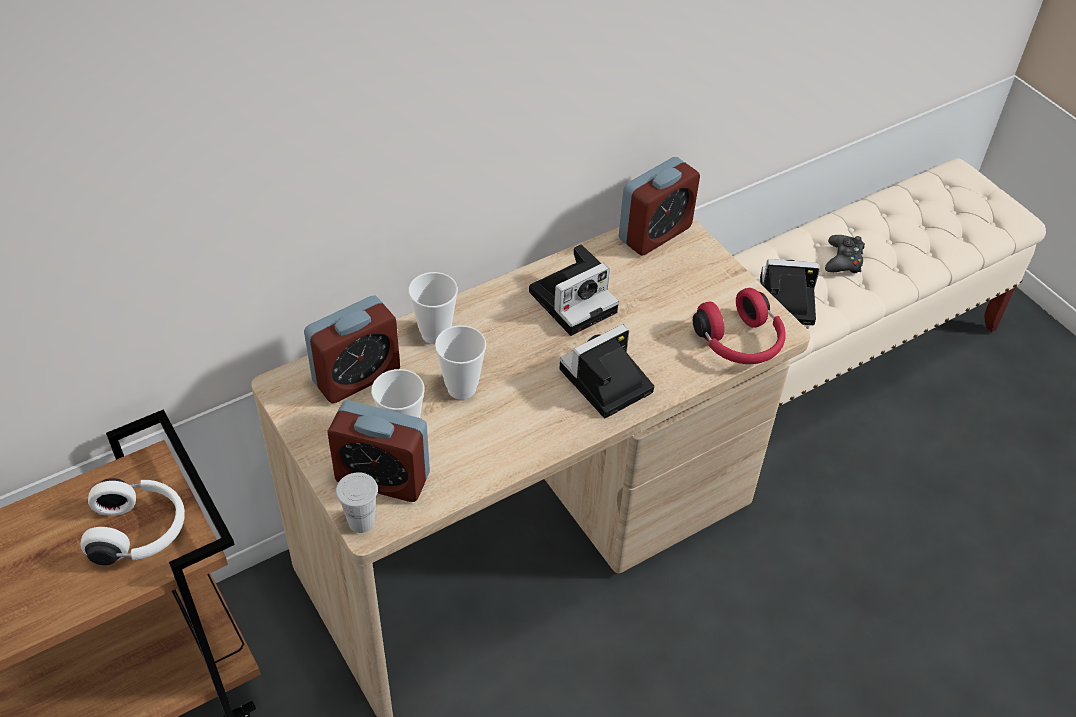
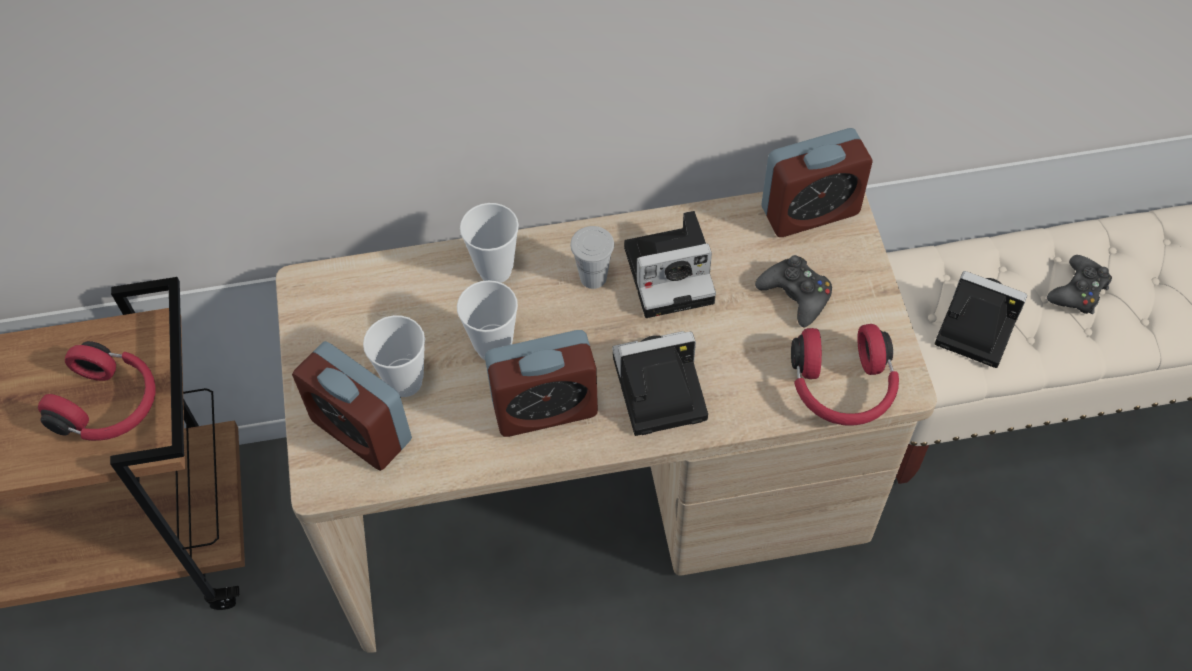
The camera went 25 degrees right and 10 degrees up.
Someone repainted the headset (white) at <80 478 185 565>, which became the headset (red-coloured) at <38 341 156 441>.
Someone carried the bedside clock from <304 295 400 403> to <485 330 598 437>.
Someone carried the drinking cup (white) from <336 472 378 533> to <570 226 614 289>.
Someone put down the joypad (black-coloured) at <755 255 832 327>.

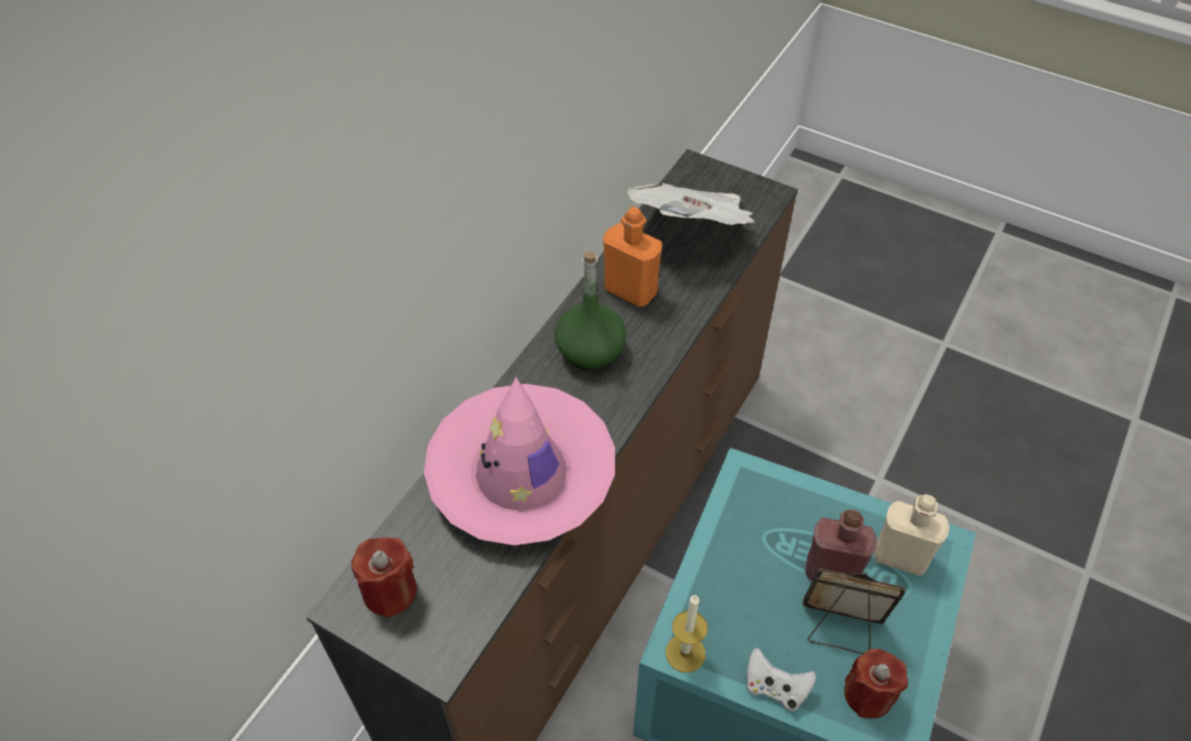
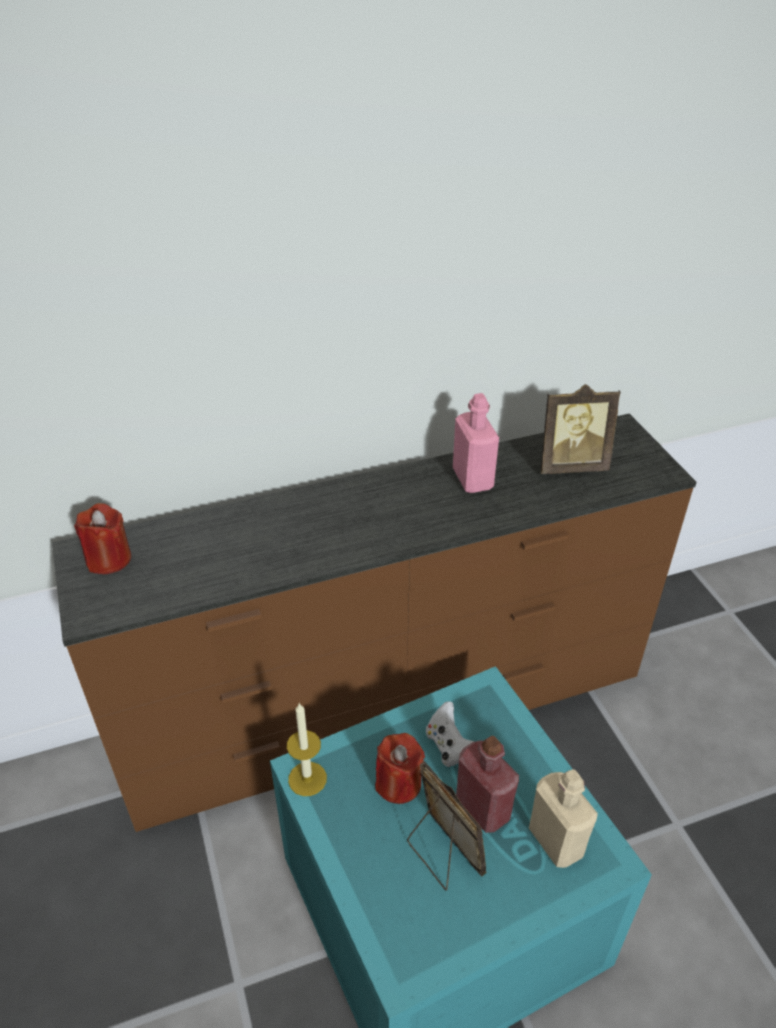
The camera went 40 degrees right and 10 degrees down.
Someone took away the wearable hat (pinkish) at <424 377 615 545>.
Someone took away the drink bottle (green) at <554 252 626 371>.
Someone repainted the drink bottle (orange-coloured) at <603 207 662 307>, which became the drink bottle (pinkish) at <453 393 499 493>.
Someone swapped the newspaper at <627 183 755 225> for the picture frame at <540 384 621 474>.
Someone carried the joypad (white) from <746 647 816 711> to <426 701 475 767>.
Someone carried the wax candle (red-coloured) from <844 649 908 719> to <375 733 425 804>.

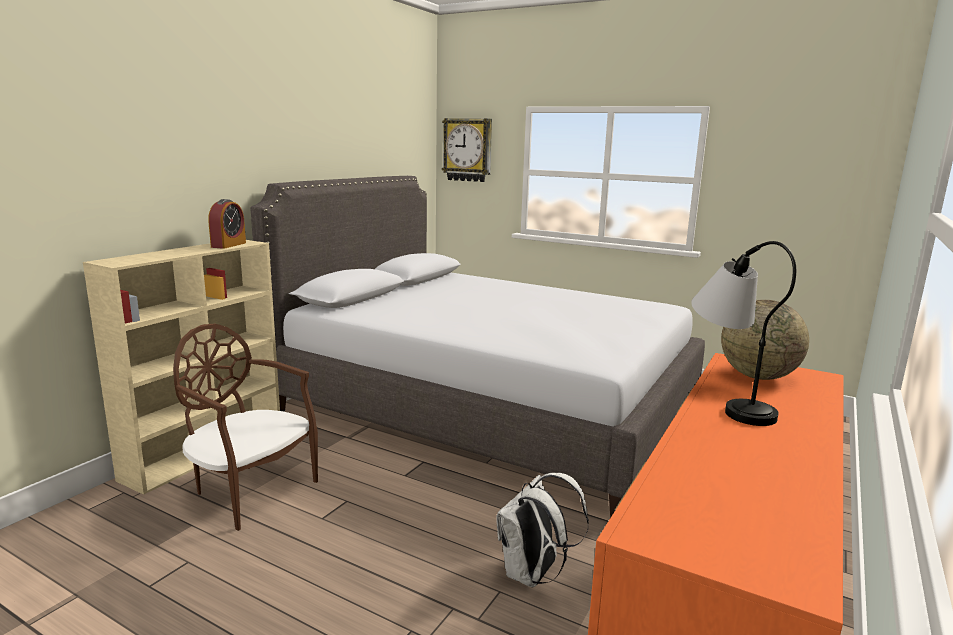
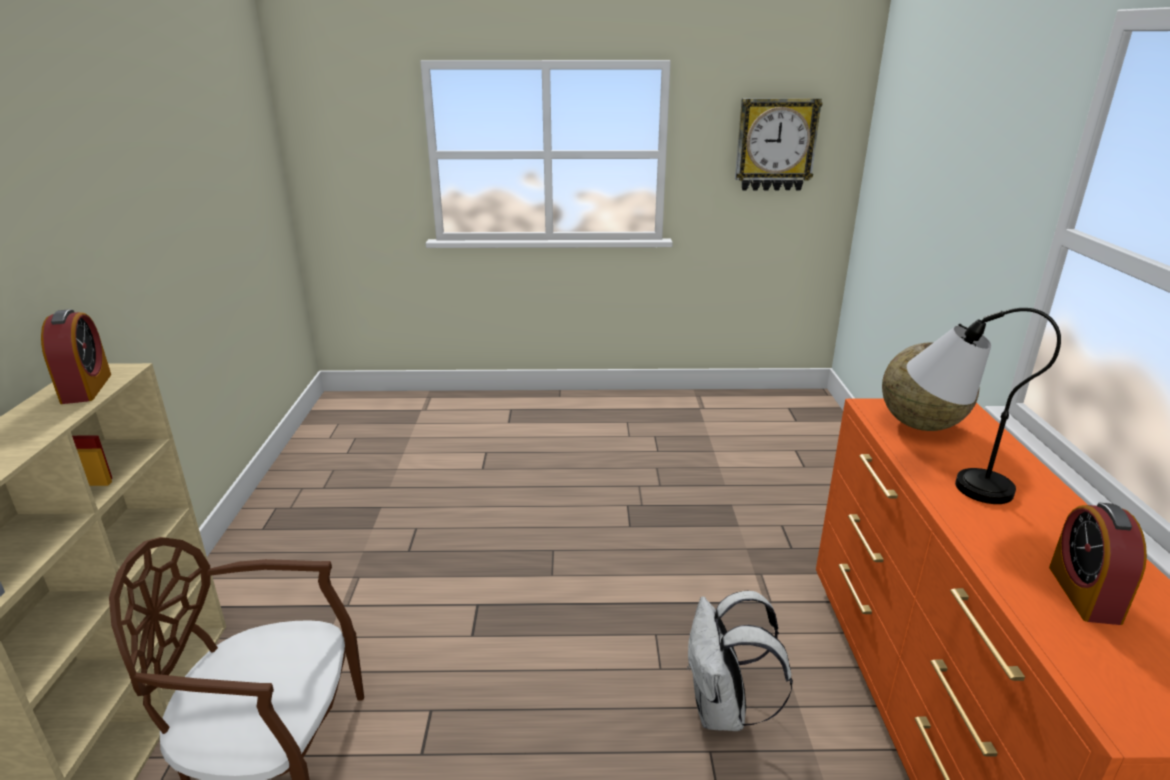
The camera went 30 degrees left and 10 degrees up.
Someone took away the bed (grey) at <250 176 705 518>.
Someone carried the wall clock from <442 118 492 182> to <735 98 823 191>.
Someone put down the bedside clock at <1049 503 1147 625>.

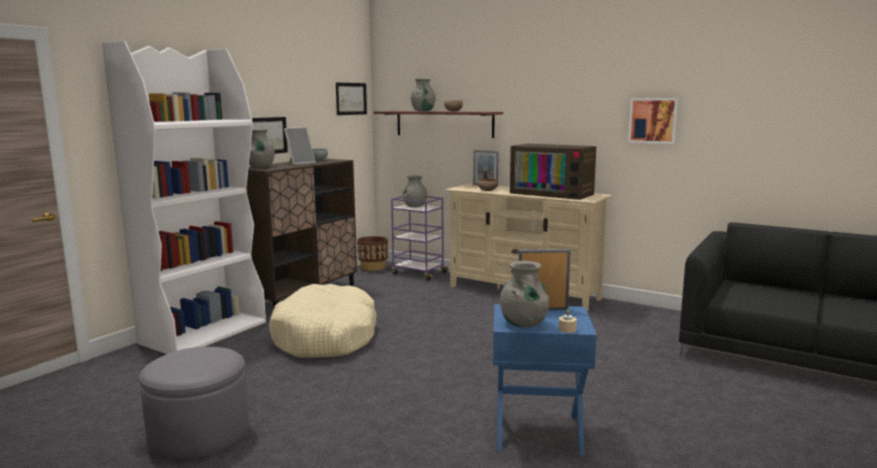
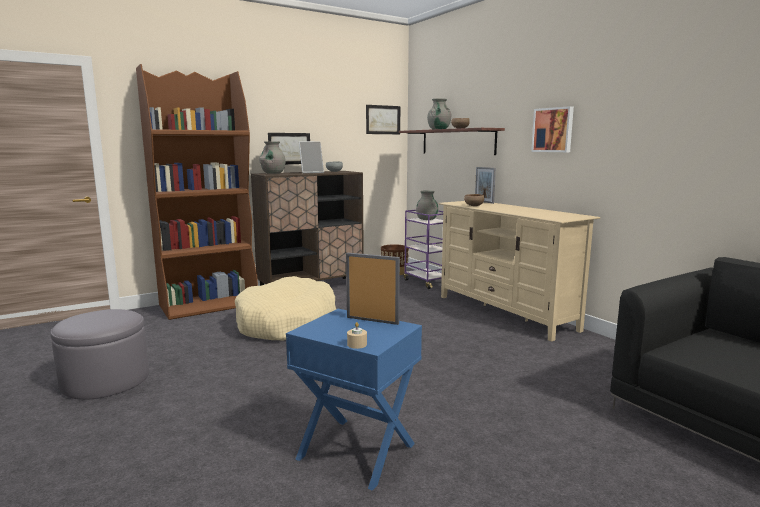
The camera went 25 degrees right and 0 degrees up.
Someone repainted the bookshelf (white) at <102 41 266 354>, which became the bookshelf (brownish) at <136 64 258 320>.
Someone took away the decorative vase (grey) at <500 261 549 327>.
Someone took away the TV at <510 144 596 200>.
Someone carried the wall art from <628 98 678 144> to <531 106 574 152>.

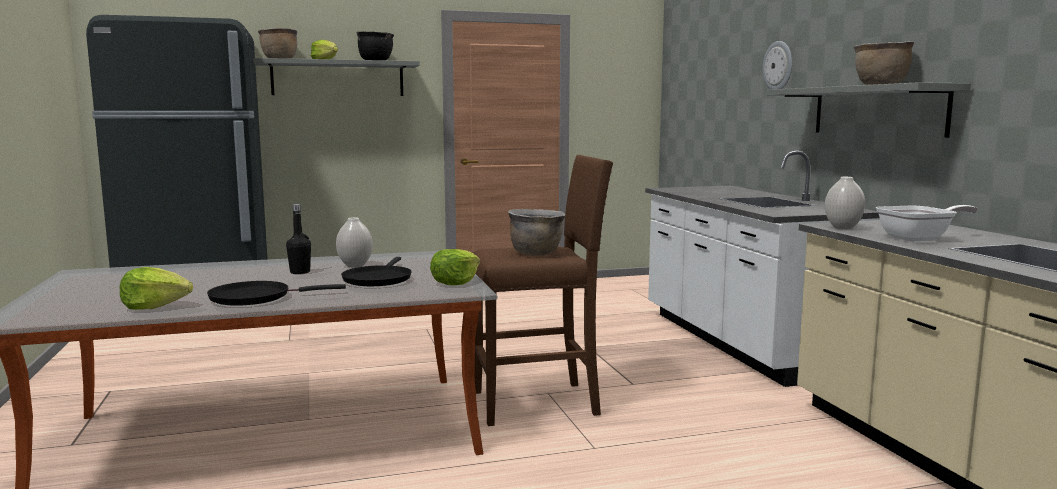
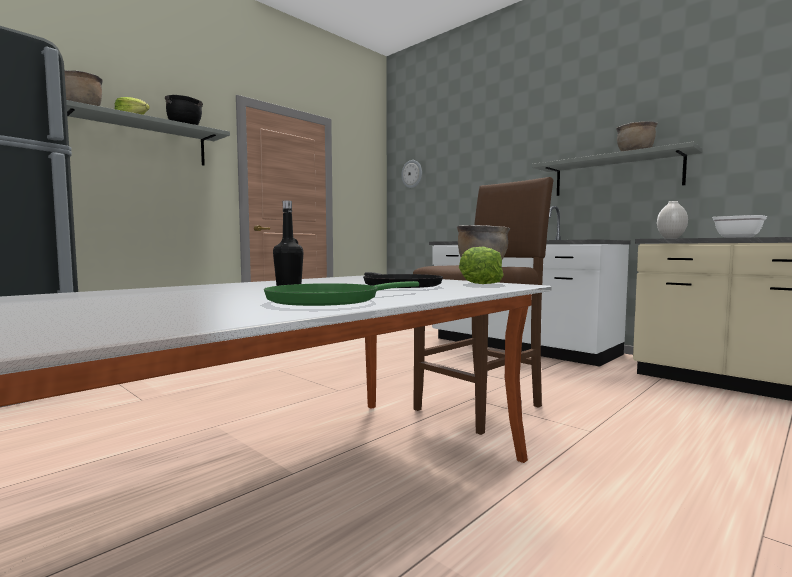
The camera went 30 degrees left and 5 degrees down.
Someone took away the lettuce head at <120 267 193 310>.
Someone repainted the pan (black-coloured) at <207 281 346 306>, which became the pan (green) at <264 281 419 306>.
Someone took away the decorative vase (white) at <336 217 373 268>.
Someone carried the wall clock from <763 41 792 90> to <401 160 422 188>.

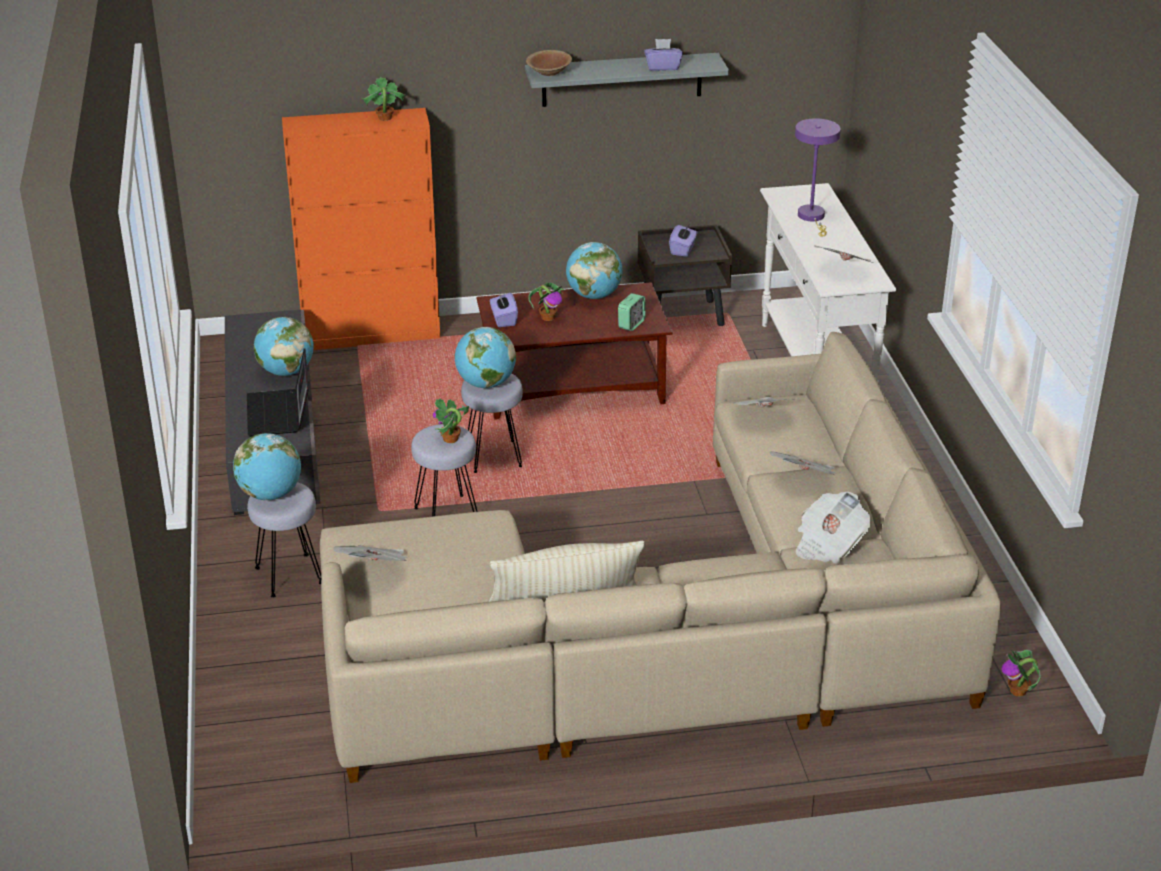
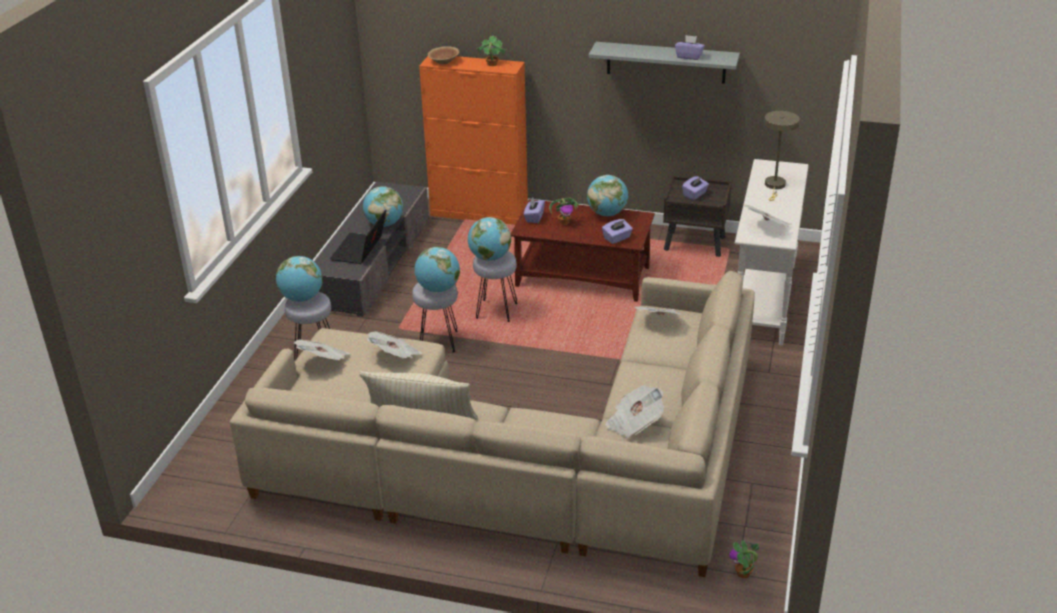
The camera went 25 degrees right and 0 degrees up.
Someone swapped the potted plant at <433 398 469 443> for the world globe at <414 247 460 292>.
Someone carried the bowl (brownish) from <526 50 572 76> to <428 46 459 64>.
Someone swapped the bedside clock at <618 293 646 331> for the tissue box (purplish) at <602 219 633 244>.
Someone carried the newspaper from <769 451 836 475> to <366 331 423 359>.
Someone repainted the tabletop lamp (purplish) at <795 118 841 237>, which became the tabletop lamp (beige) at <764 111 800 201>.

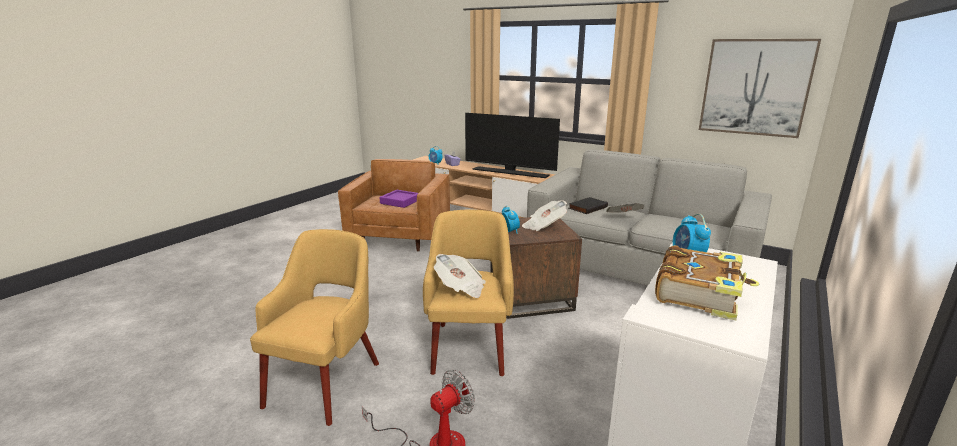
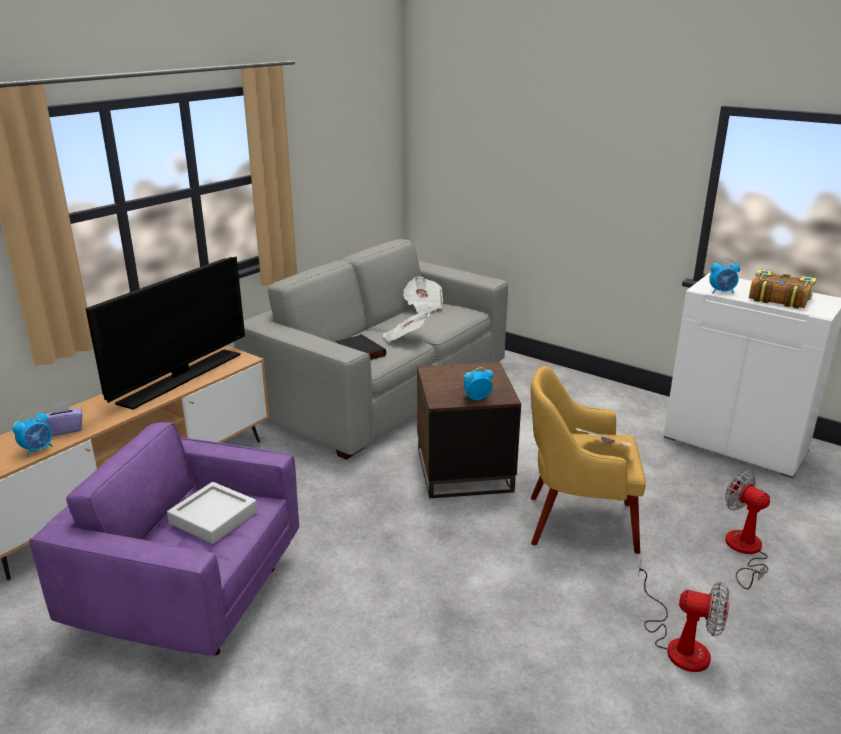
The camera went 85 degrees left and 5 degrees up.
Someone swapped the lounge chair (yellow-coloured) at <250 229 379 426> for the electric fan at <638 561 730 672>.
Someone repainted the lounge chair (brownish) at <338 159 450 252>, which became the lounge chair (purplish) at <29 422 299 656>.
Someone repainted the tray (purplish) at <379 190 418 208>, which became the tray (grey) at <167 482 257 544>.
Someone carried the newspaper from <522 200 567 231> to <403 277 443 313>.
Someone took away the wall art at <699 39 821 138>.

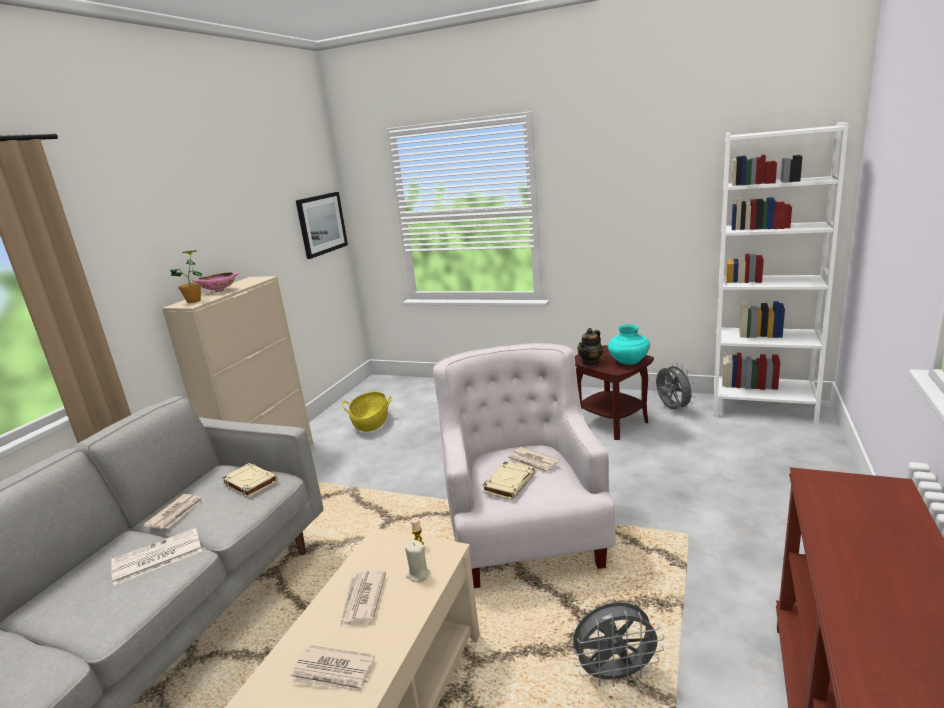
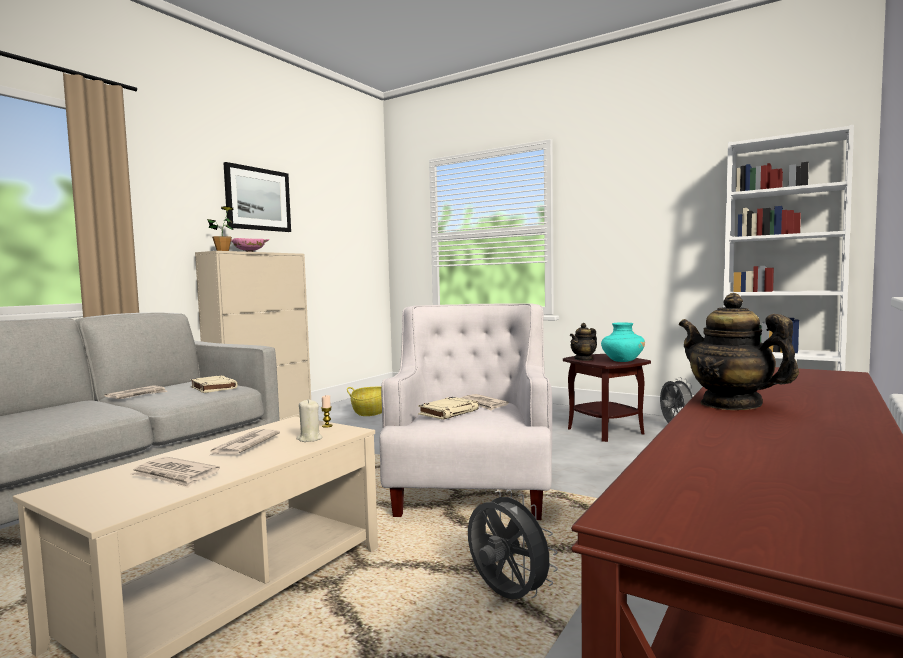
The camera went 10 degrees right and 15 degrees down.
Someone took away the newspaper at <111 528 202 585>.
Someone carried the wall art from <296 192 348 259> to <223 162 291 232>.
Someone rotated the electric fan (grey) at <573 602 664 687> by 135 degrees counterclockwise.
Someone put down the pot for tea at <679 293 799 410>.

